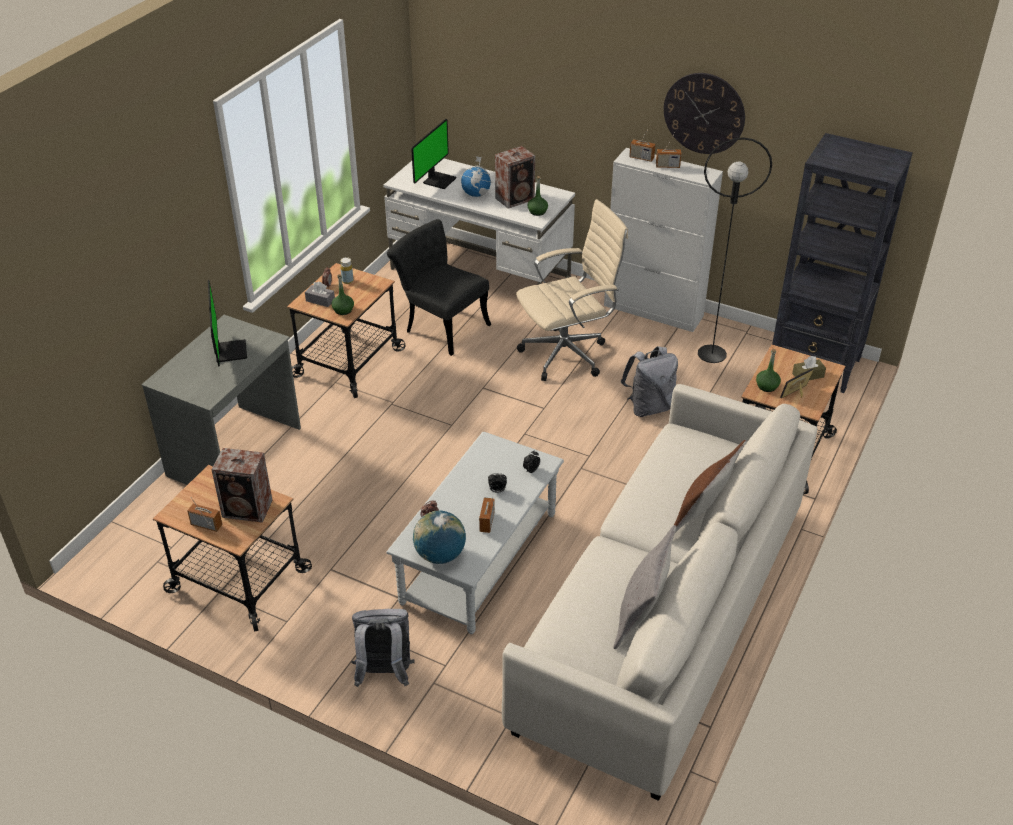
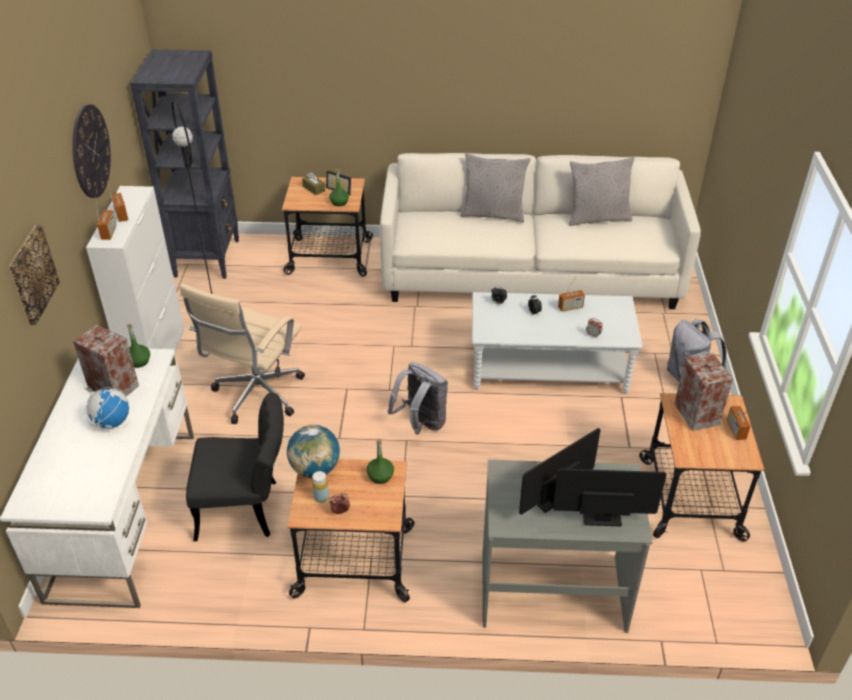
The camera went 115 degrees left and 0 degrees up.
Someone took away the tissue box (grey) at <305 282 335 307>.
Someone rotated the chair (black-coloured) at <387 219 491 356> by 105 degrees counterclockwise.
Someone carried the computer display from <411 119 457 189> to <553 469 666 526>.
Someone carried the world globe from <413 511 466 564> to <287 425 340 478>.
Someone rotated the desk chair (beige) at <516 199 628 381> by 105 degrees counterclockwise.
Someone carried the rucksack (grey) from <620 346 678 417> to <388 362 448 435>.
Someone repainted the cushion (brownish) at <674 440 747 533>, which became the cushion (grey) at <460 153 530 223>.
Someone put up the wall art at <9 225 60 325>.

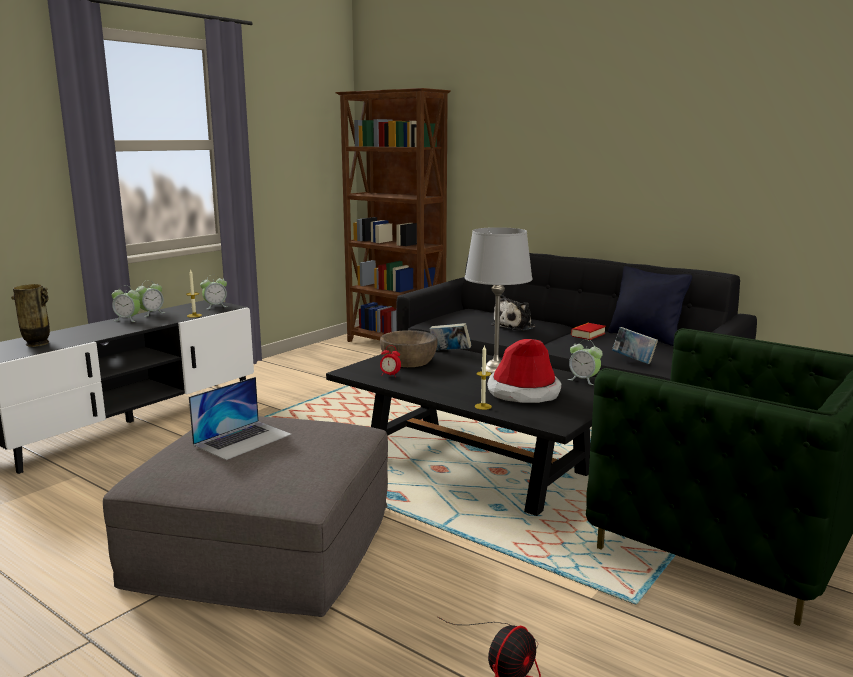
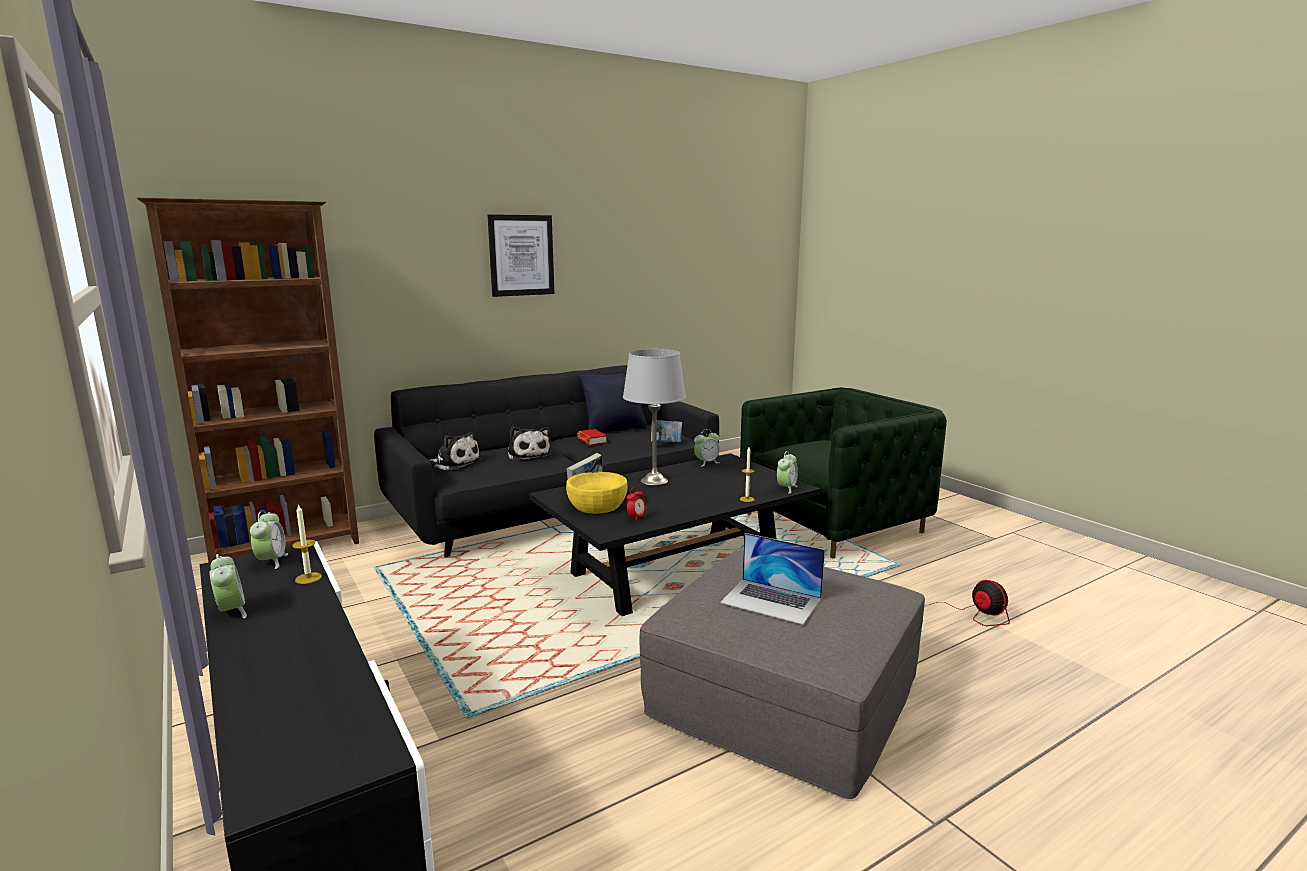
The camera went 70 degrees left and 0 degrees up.
Someone took away the decorative vase at <11 284 50 347>.
Someone carried the bedside clock from <112 285 140 322> to <777 451 798 494>.
Someone rotated the laptop at <189 377 292 460> by 150 degrees clockwise.
Someone repainted the bowl (brownish) at <380 330 438 367>, which became the bowl (yellow-coloured) at <566 472 628 514>.
Someone took away the wearable hat at <487 339 561 403>.
Someone put down the plush toy at <429 432 481 470>.
Someone put up the wall art at <487 214 554 297>.

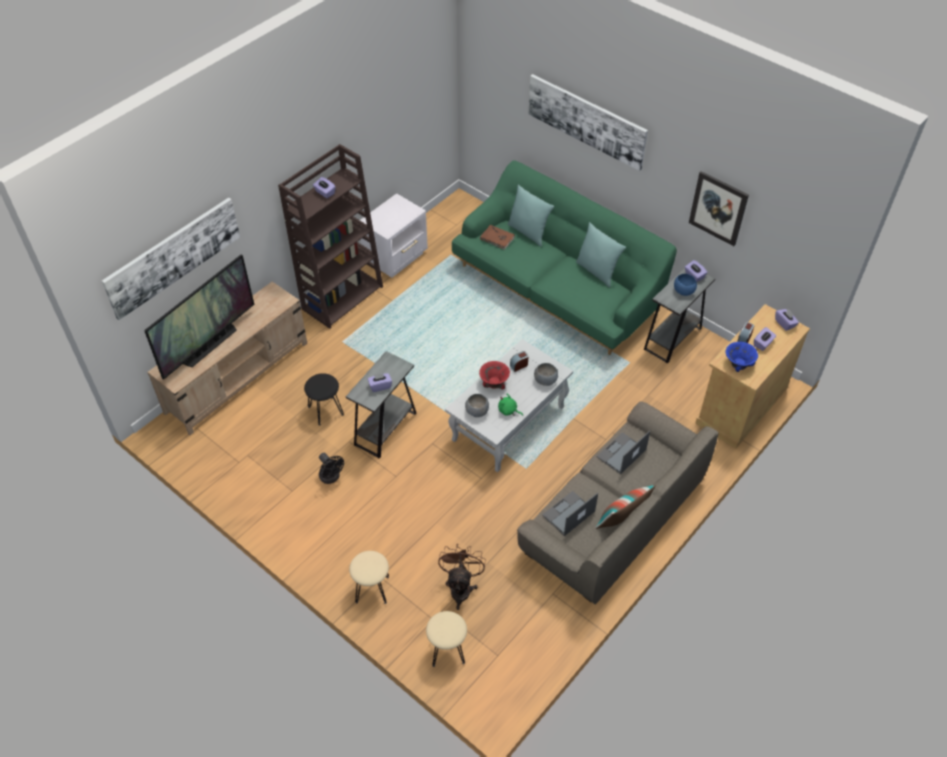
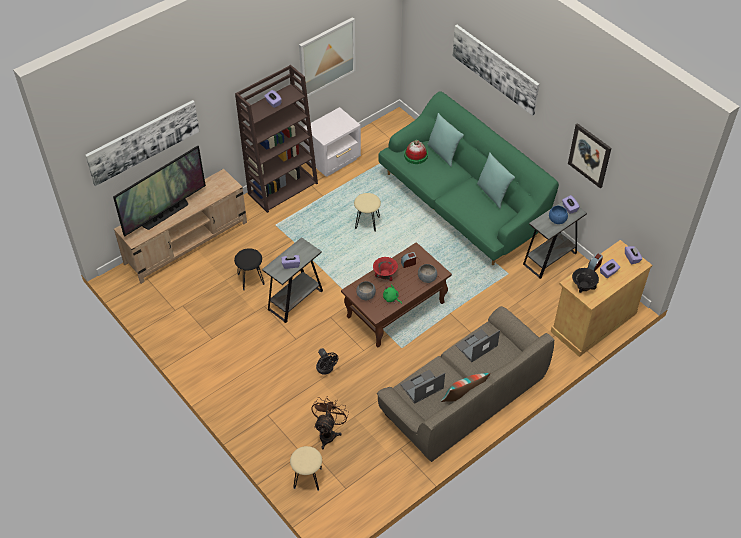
The camera went 10 degrees right and 0 degrees up.
Someone carried the electric fan (black-coloured) from <319 453 344 484> to <316 348 338 375>.
Someone carried the stool (beige) from <349 551 389 604> to <354 193 381 232>.
Someone repainted the low table (white) at <445 339 573 472>, which became the low table (brownish) at <341 242 452 347>.
Someone swapped the volume (brownish) at <480 225 515 250> for the wearable hat at <404 140 428 164>.
Someone repainted the bowl (blue) at <725 342 758 372>, which became the bowl (black-coloured) at <572 268 599 293>.
Someone put up the wall art at <299 17 356 97>.

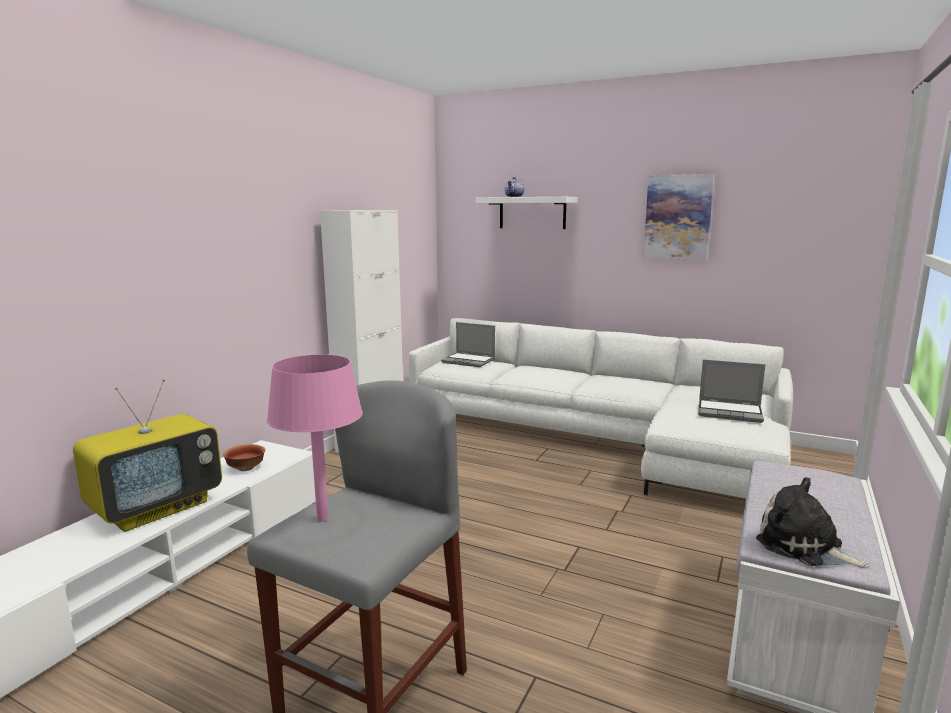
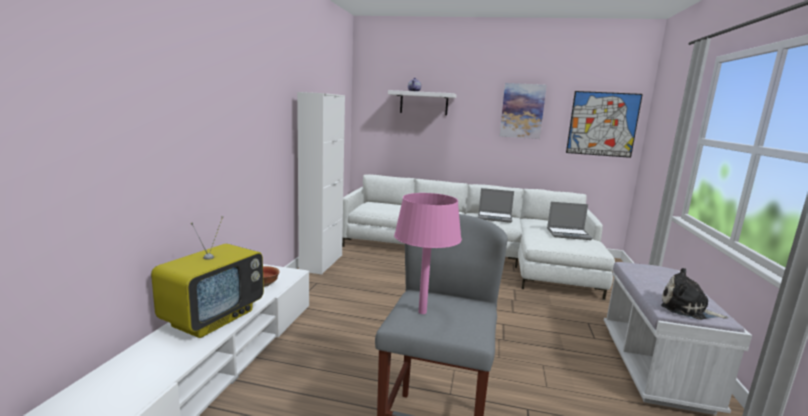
The camera went 15 degrees left and 0 degrees up.
Someone carried the laptop from <441 322 495 367> to <478 188 514 223>.
Someone put up the wall art at <566 91 643 158>.

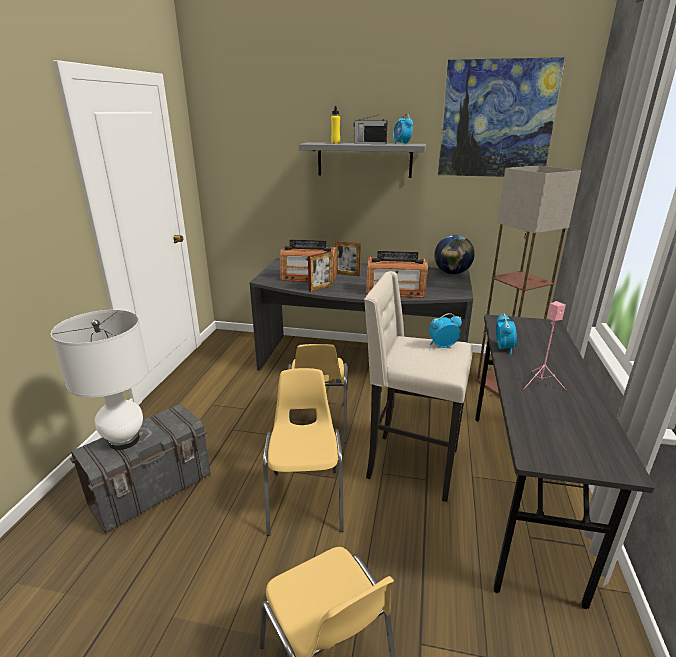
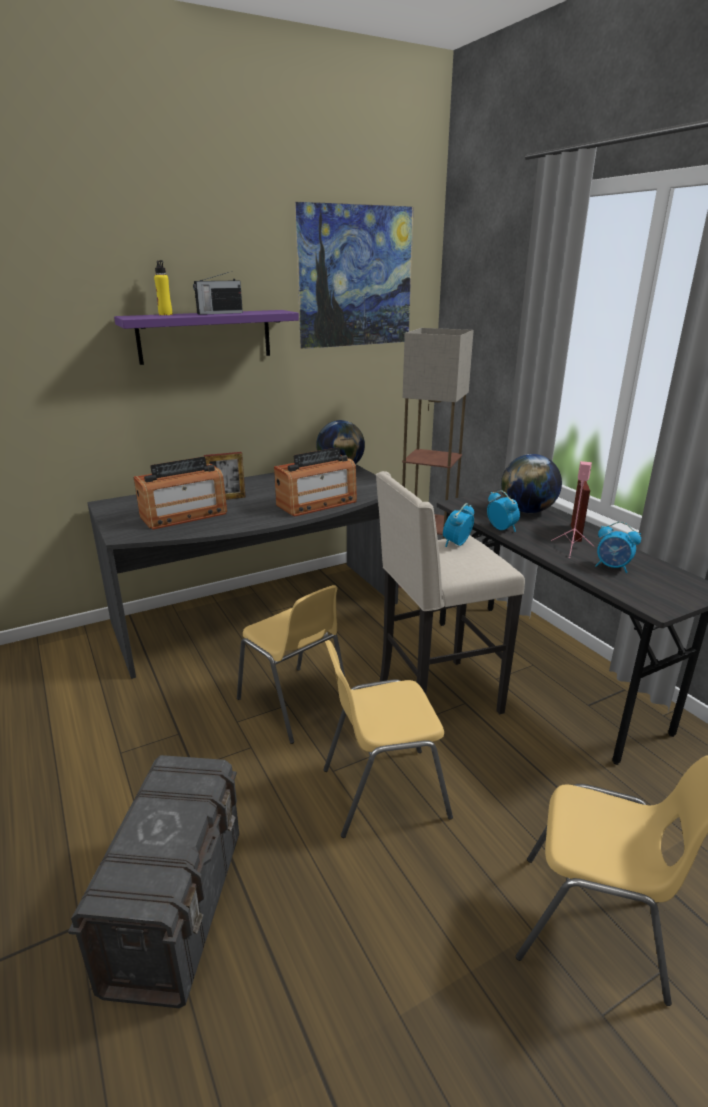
The camera went 40 degrees left and 0 degrees up.
Someone took away the tabletop lamp (white) at <51 310 149 450>.
Someone rotated the chair (yellow-coloured) at <263 368 344 536> by 60 degrees counterclockwise.
Someone repainted the wall shelf (grey) at <299 142 426 178>, which became the wall shelf (purplish) at <114 310 299 365>.
Someone carried the picture frame from <308 251 333 292> to <571 480 590 542>.
Someone carried the bedside clock from <393 114 413 145> to <595 522 641 573>.
Someone put down the world globe at <501 454 562 513>.

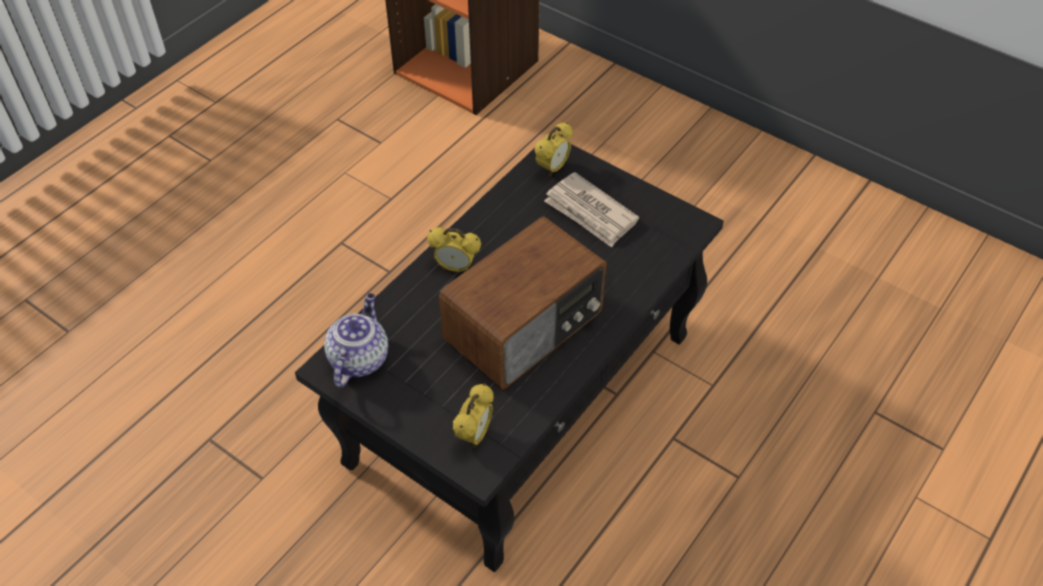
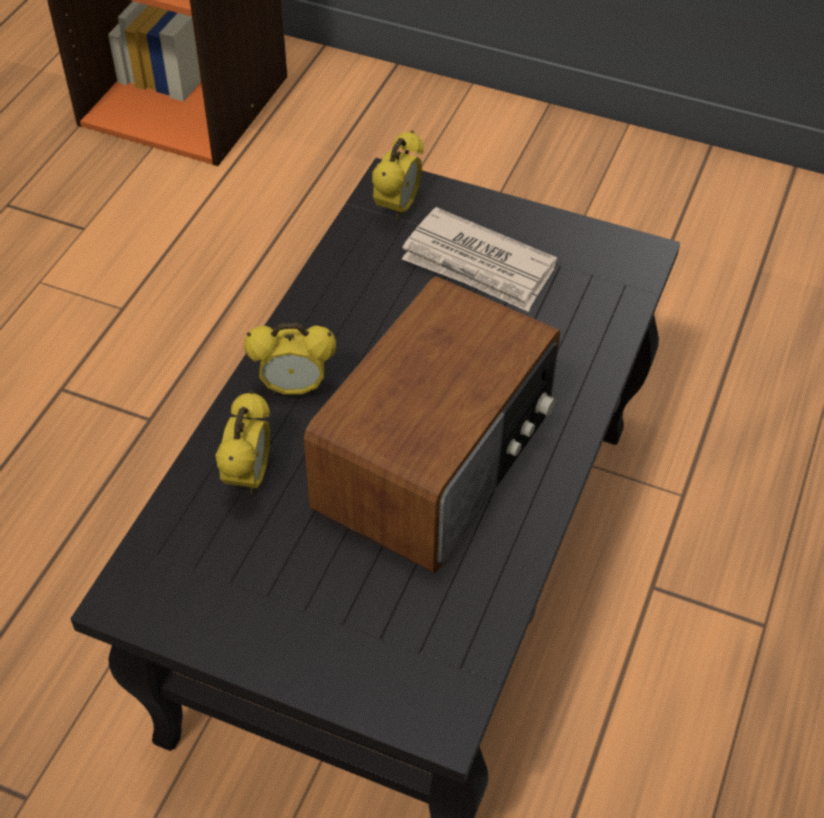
The camera went 15 degrees left and 0 degrees up.
Someone took away the pot for tea at <324 293 388 387>.
Someone carried the bedside clock from <453 383 494 448> to <215 391 270 495>.

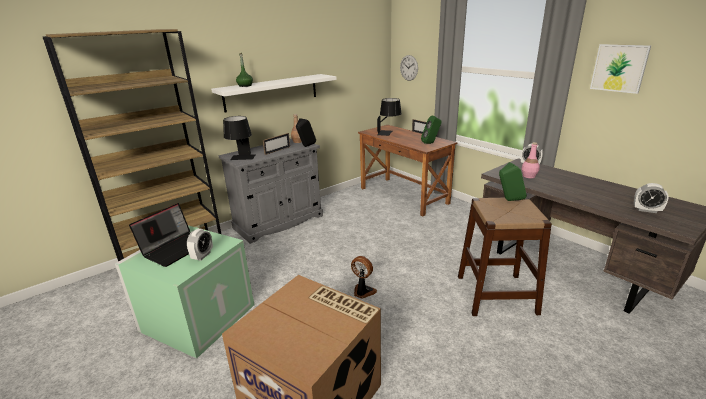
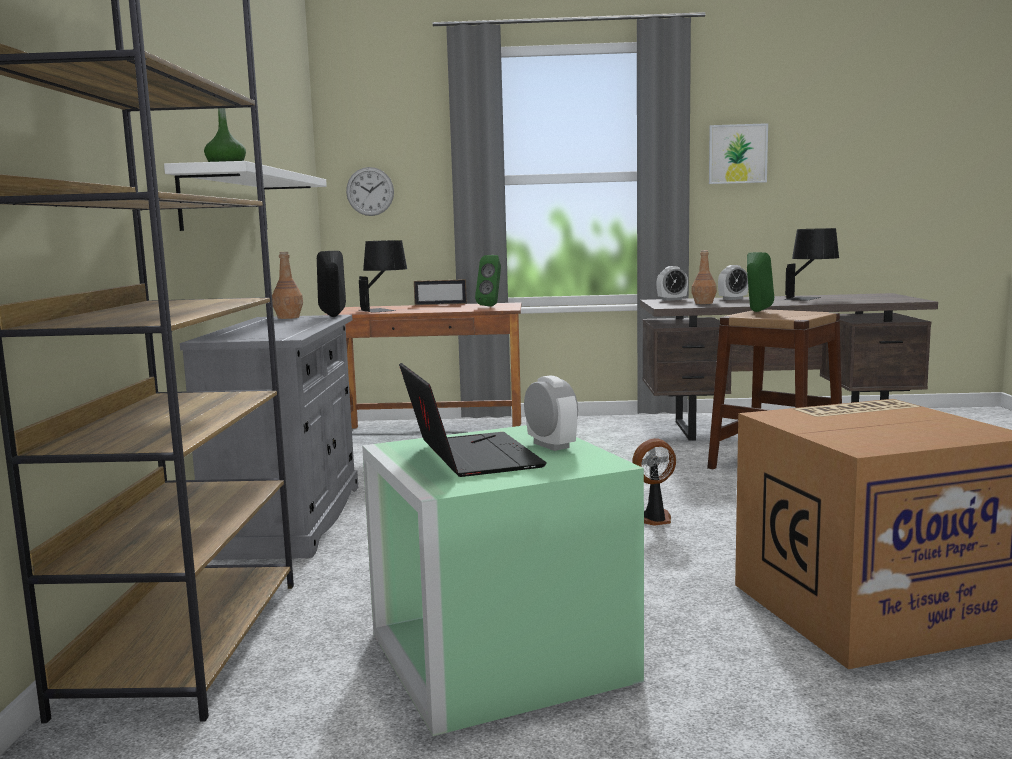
The camera went 50 degrees left and 15 degrees down.
Someone carried the tabletop lamp (black-coloured) from <223 116 256 160> to <783 228 839 301>.
Someone took away the picture frame at <263 133 290 155>.
Someone repainted the drink bottle (pinkish) at <522 142 540 178>, which became the drink bottle (brownish) at <691 250 717 304>.
Someone carried the bedside clock from <634 183 669 213> to <718 265 748 300>.

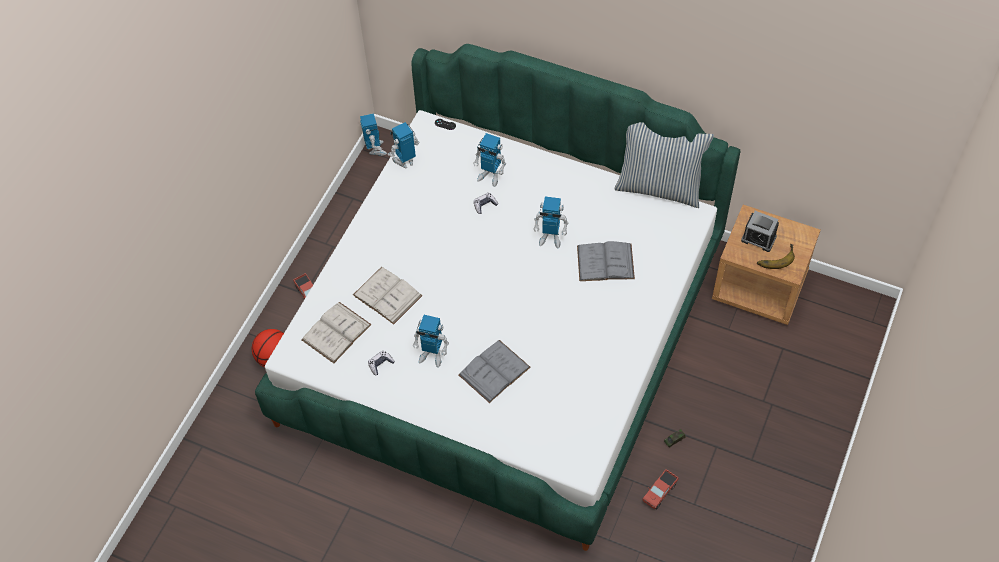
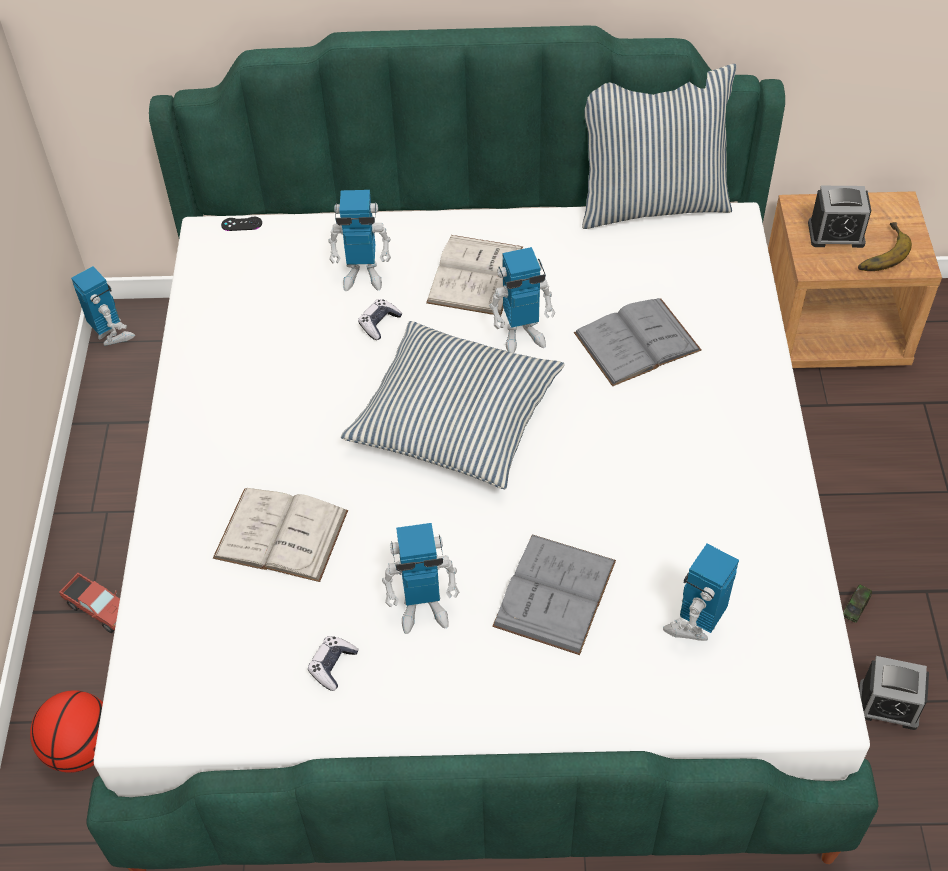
The camera went 25 degrees left and 5 degrees down.
Someone carried the volume (white) from <302 302 372 363> to <426 235 523 315>.
Someone carried the toy robot from <388 122 420 168> to <663 544 739 641>.
Someone swapped the model truck at <642 469 679 510> for the bedside clock at <859 656 929 730>.
Someone put down the cushion at <341 321 565 489>.

